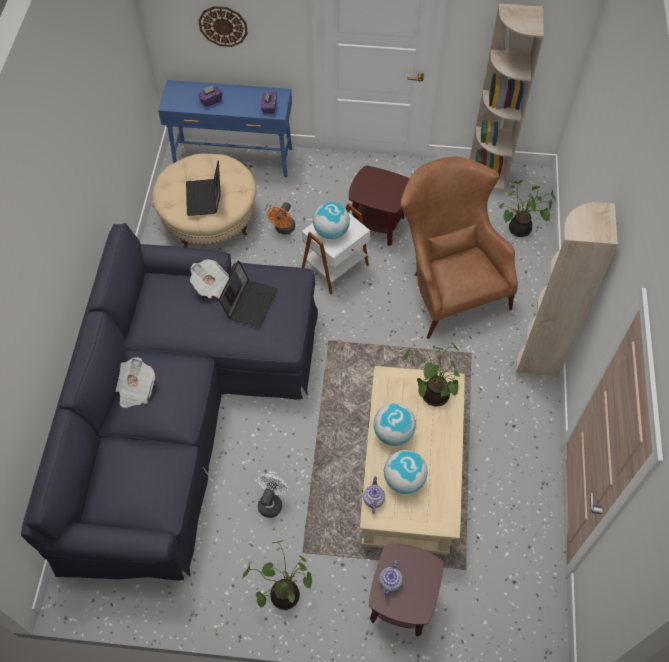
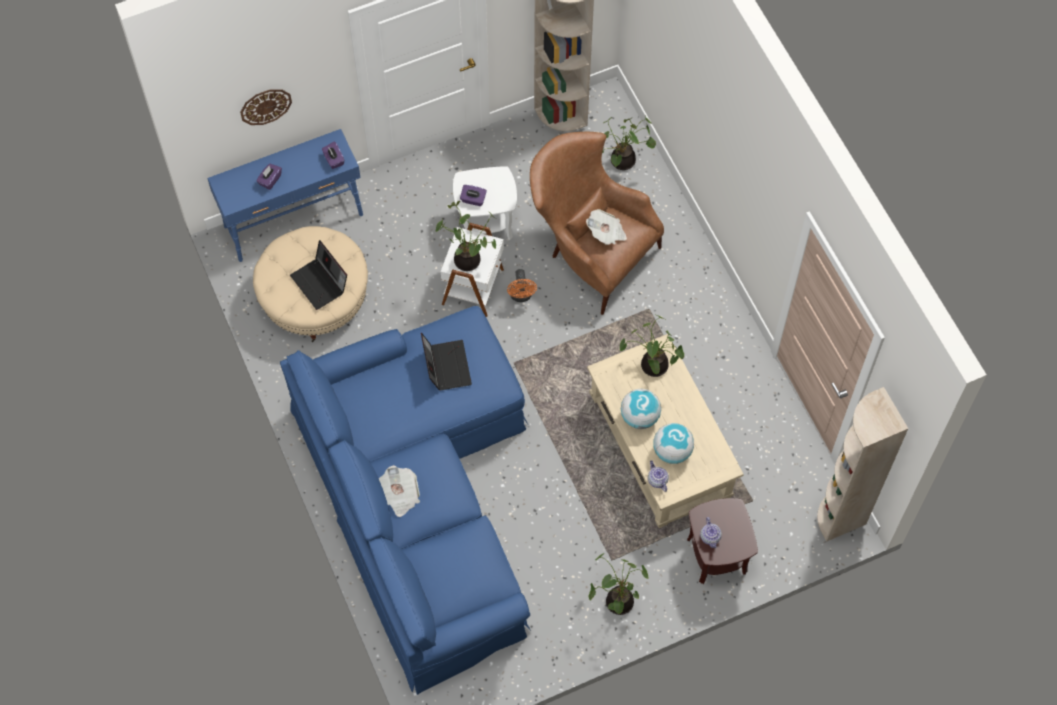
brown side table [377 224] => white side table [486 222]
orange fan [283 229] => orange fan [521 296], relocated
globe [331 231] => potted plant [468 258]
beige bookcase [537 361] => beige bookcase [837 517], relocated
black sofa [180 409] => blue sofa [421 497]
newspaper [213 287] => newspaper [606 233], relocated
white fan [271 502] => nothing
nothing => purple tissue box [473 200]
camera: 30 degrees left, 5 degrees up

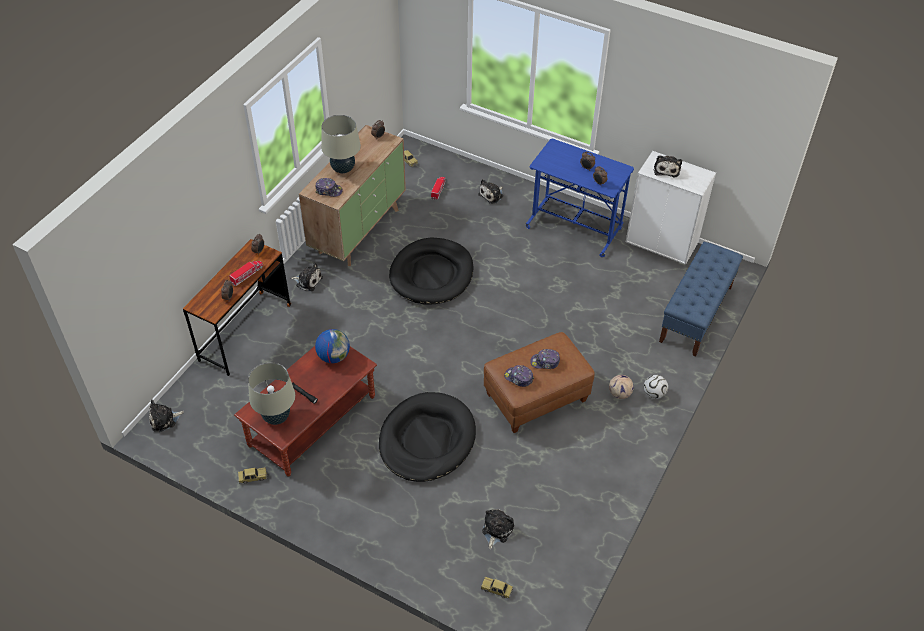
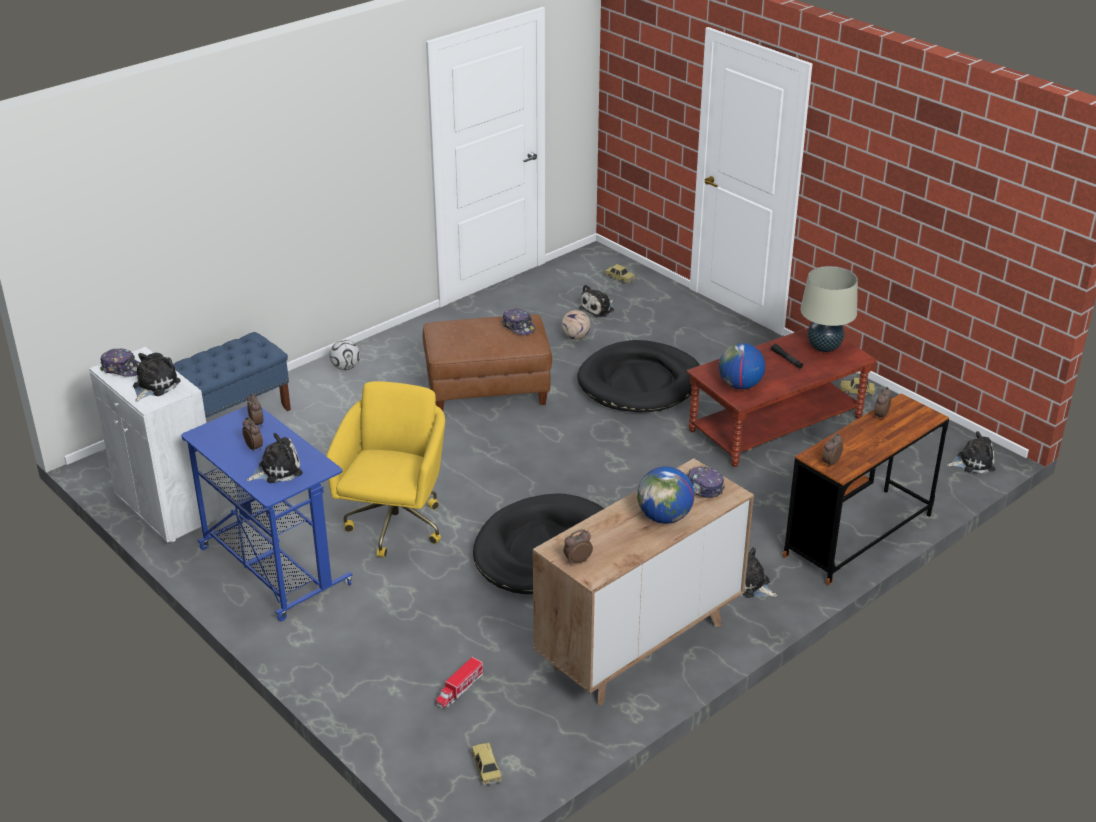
beige table lamp [343 169] => globe [664 517]
plush toy [492 195] => plush toy [277 470], relocated
toy truck [247 275] => nothing
cap [545 362] => cap [122 369], relocated
football [620 394] => football [575 337], relocated
nothing => yellow office chair [395 530]
camera: 160 degrees left, 15 degrees down

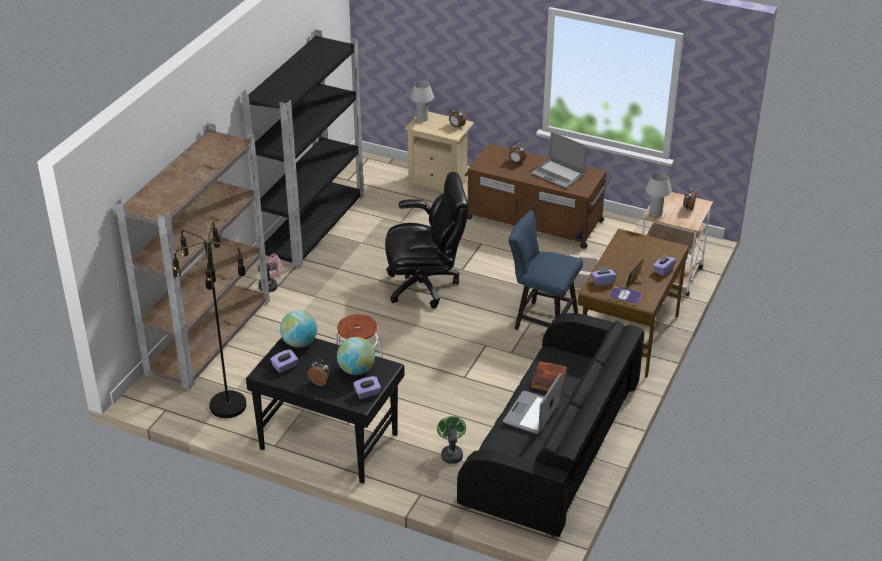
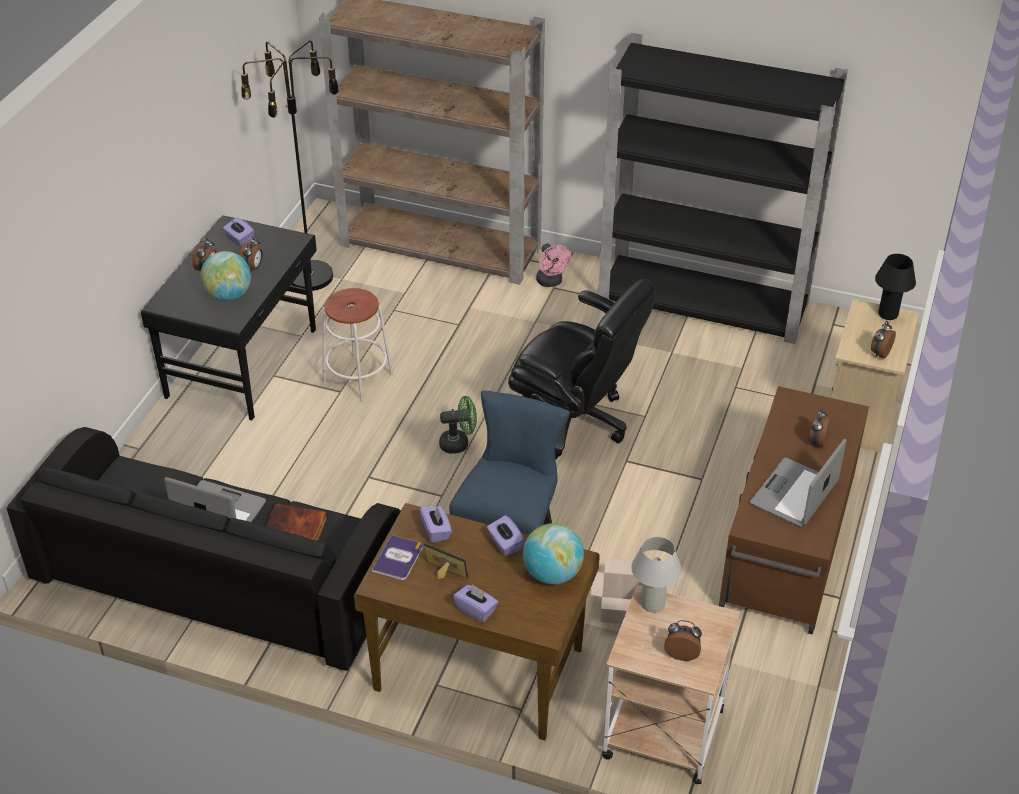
white table lamp [422 119] => black table lamp [888 314]
black office chair [425 286] => black office chair [576 425], 45 degrees counterclockwise
globe [299 343] => globe [552 574], relocated
purple tissue box [367 393] => purple tissue box [505 544], relocated
green fan [451 453] => green fan [459 443], relocated
nothing => alarm clock [253 268]
camera: 85 degrees right, 5 degrees up

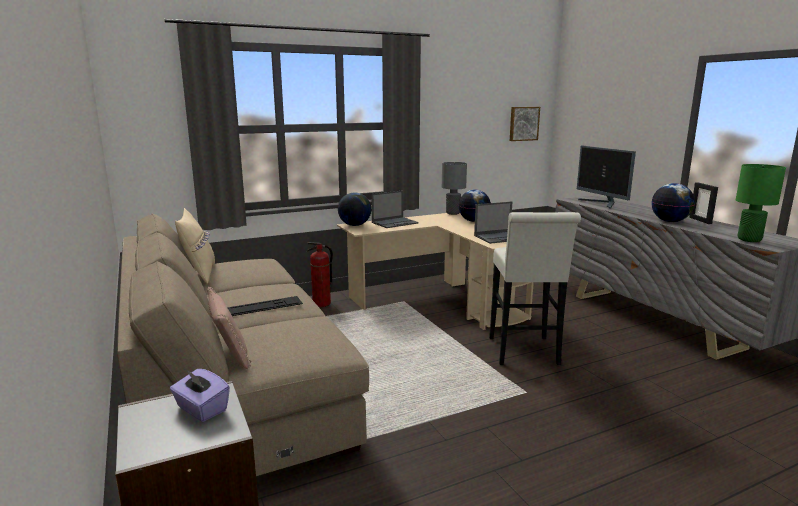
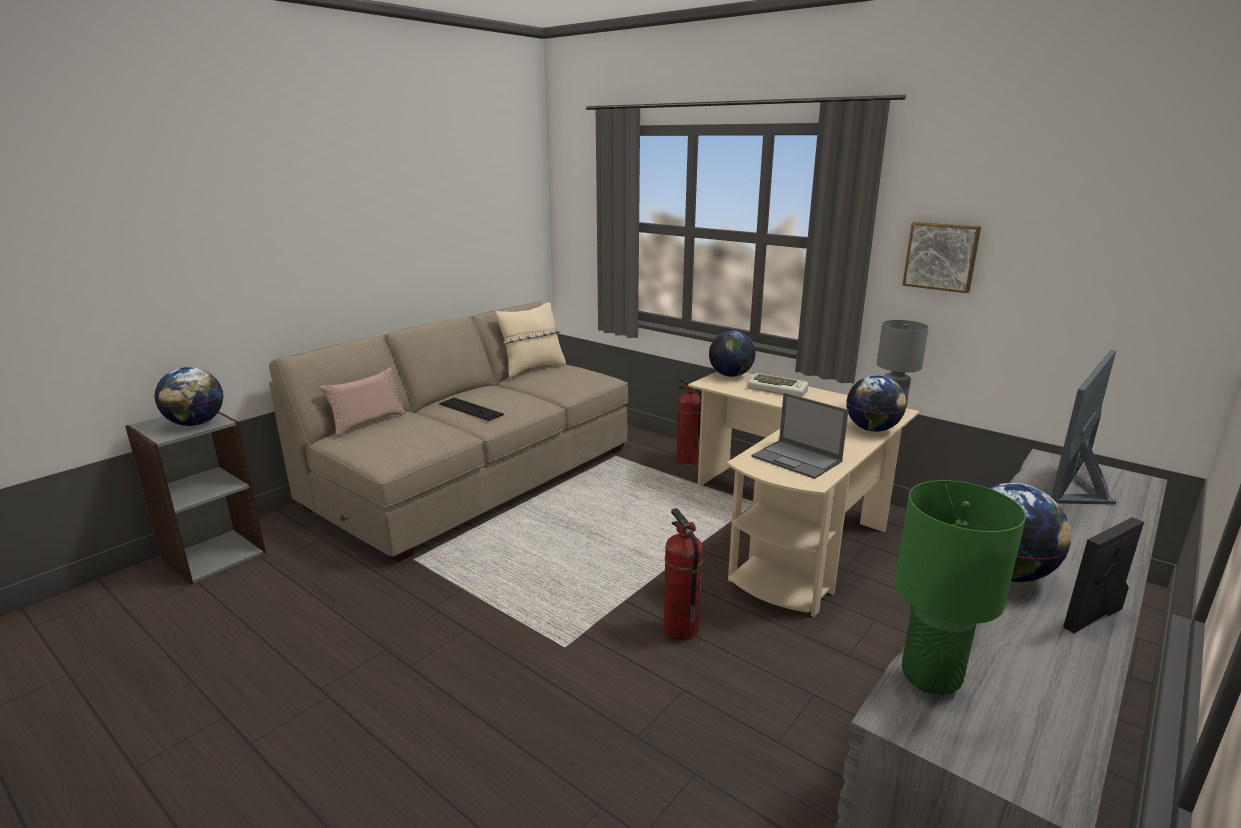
picture [523 123] => picture [941 256], relocated
laptop [395 223] => keyboard [778 390]
white stool [524 353] => fire extinguisher [680 629]
purple tissue box [201 409] => globe [195 423]
camera: 65 degrees right, 5 degrees up

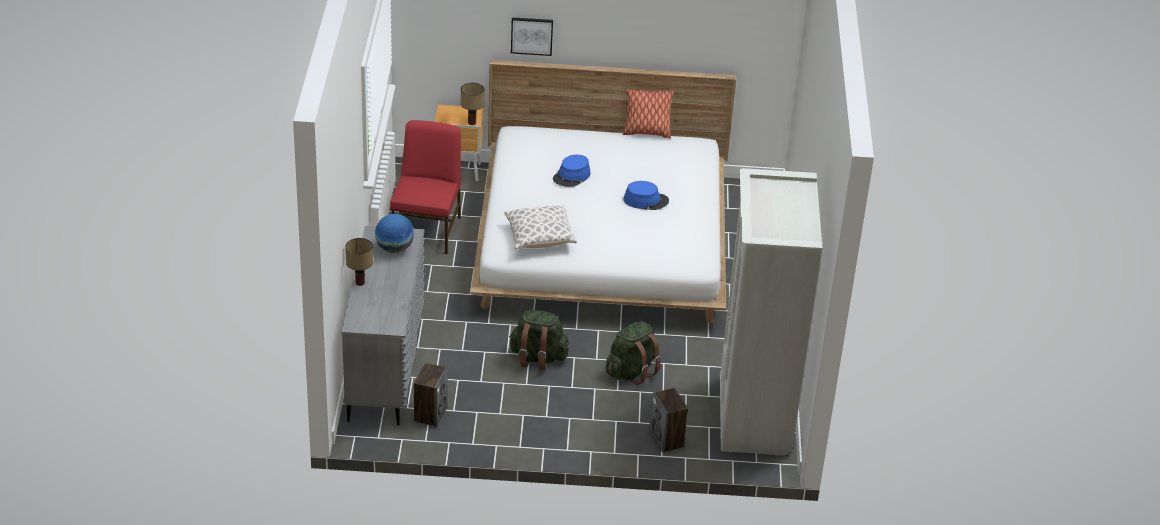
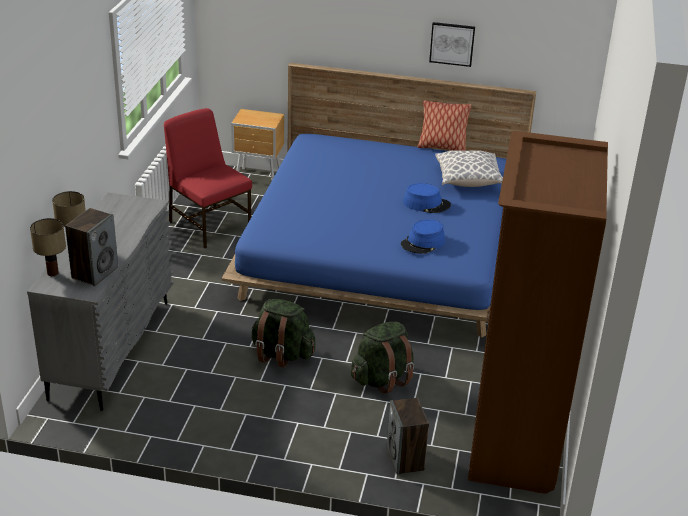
picture [531 35] => picture [452 43], relocated
white bed [601 245] => blue bed [381 252]
table lamp [471 122] => table lamp [52 273], relocated
red chair [427 230] => red chair [209 224], 60 degrees counterclockwise
blue hat [571 176] => blue hat [423 243], relocated
white wardrobe [754 416] => brown wardrobe [514 442]
pillow [539 238] => pillow [468 180], relocated
globe [394 248] => nothing
speaker [430 414] => speaker [95 272], relocated
camera: 10 degrees right, 5 degrees down

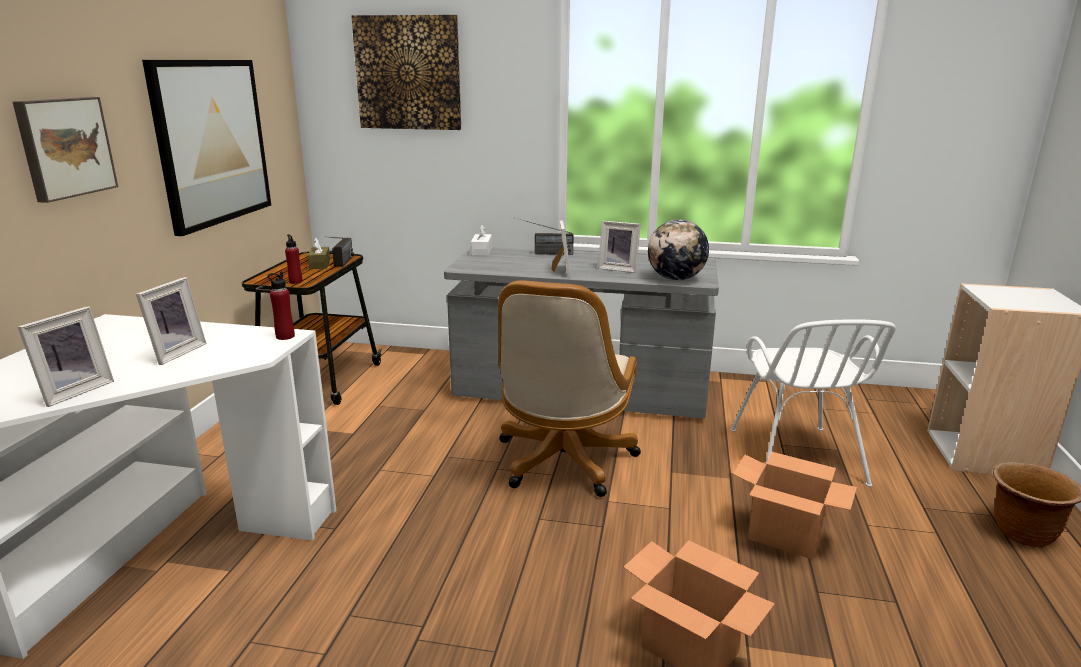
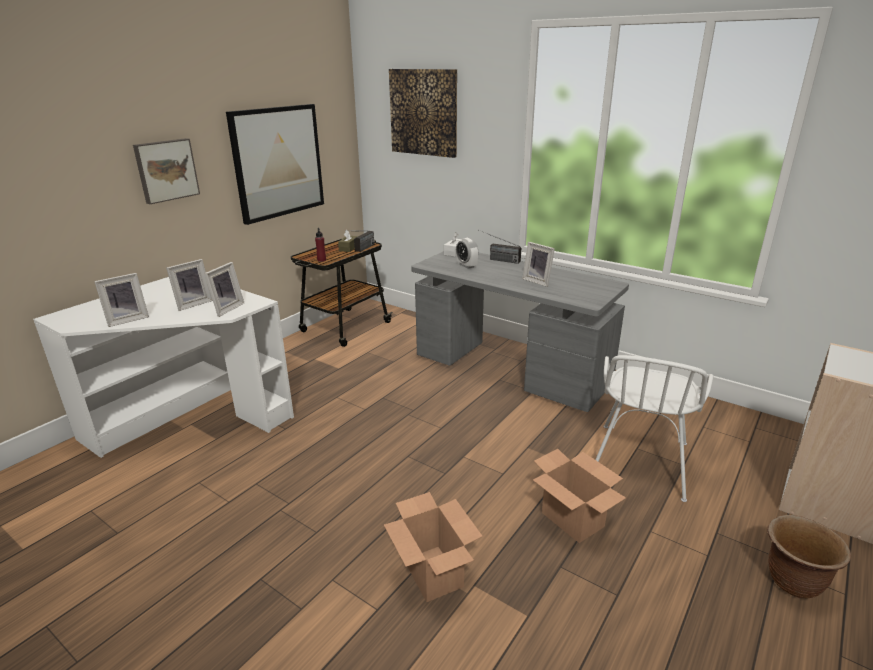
globe [676 279] => nothing
picture frame [560 271] => picture frame [226 308], relocated
red bottle [285 336] => nothing
office chair [563 465] => nothing
nothing => alarm clock [466 266]
camera: 25 degrees right, 5 degrees up

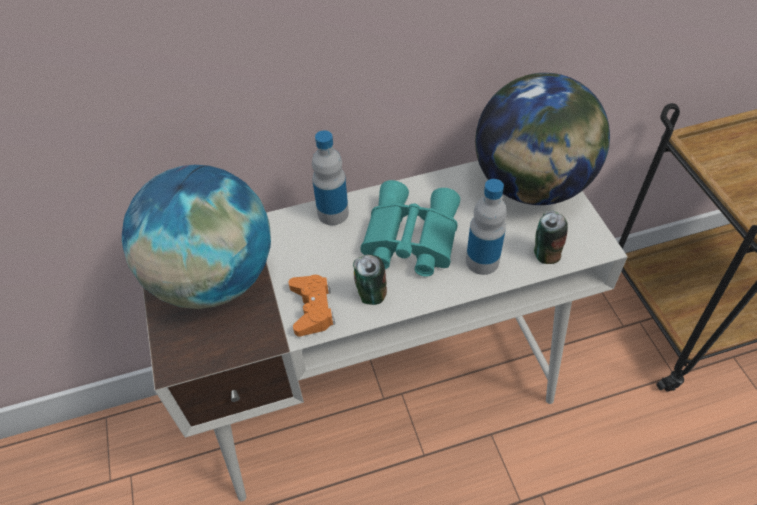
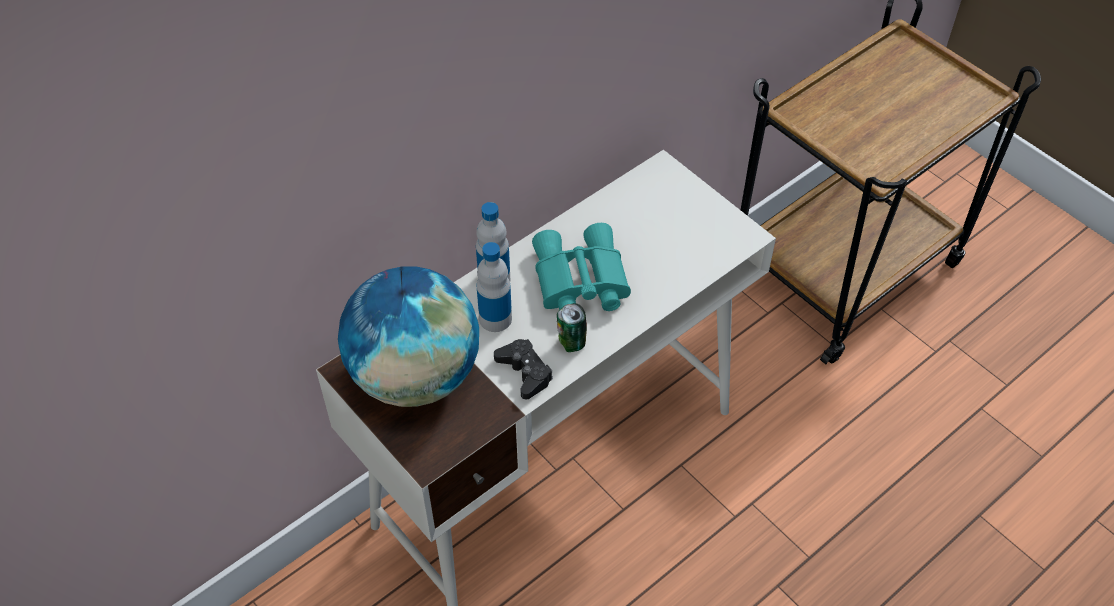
globe [531 185] => nothing
bottle [482 261] => bottle [495 319], relocated
can [545 253] => nothing
orange game controller [312 308] => black game controller [525 372]
camera: 25 degrees left, 0 degrees up

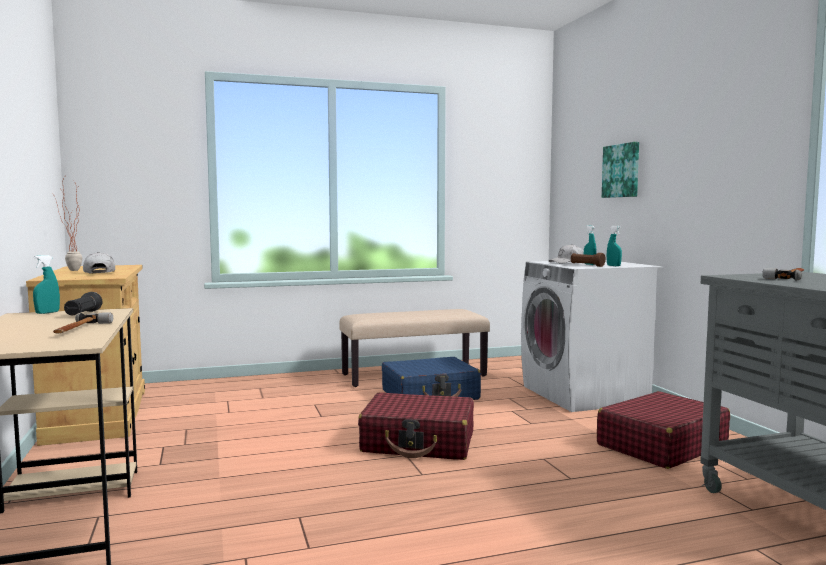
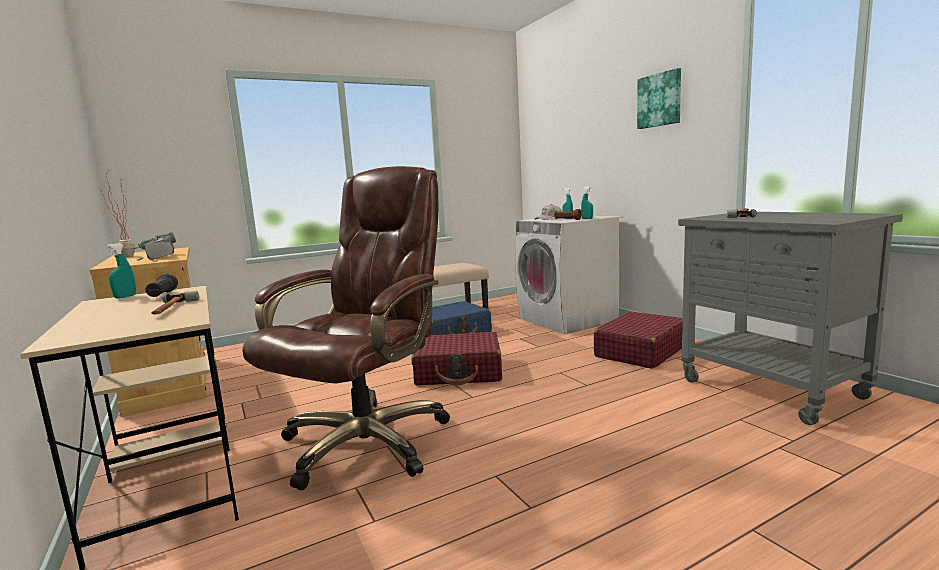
picture [622 171] => picture [660 100], relocated
white cap [99 273] => power drill [156 257]
nothing => brown office chair [366 442]
camera: 10 degrees left, 5 degrees up

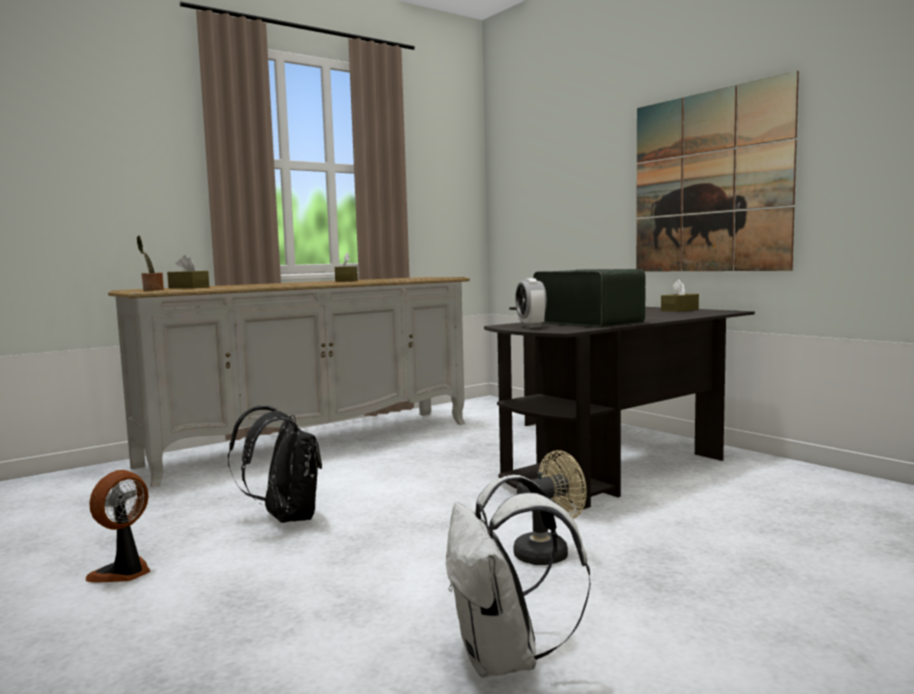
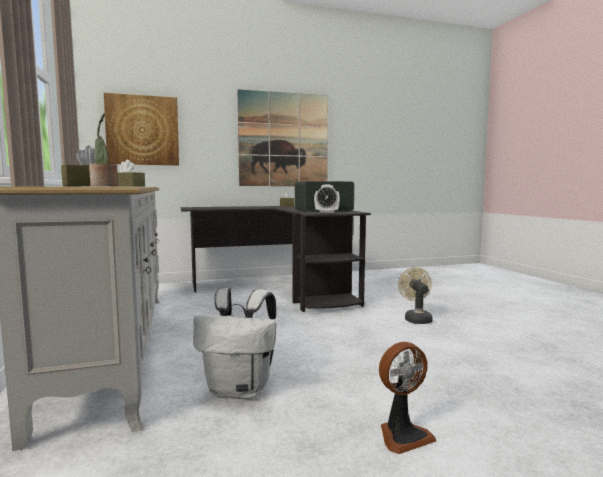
black backpack [285 518] => nothing
fan [124 573] => fan [402 435], 75 degrees counterclockwise
white backpack [504 659] => white backpack [240 390], relocated
nothing => picture [142 130]
camera: 70 degrees left, 0 degrees up

